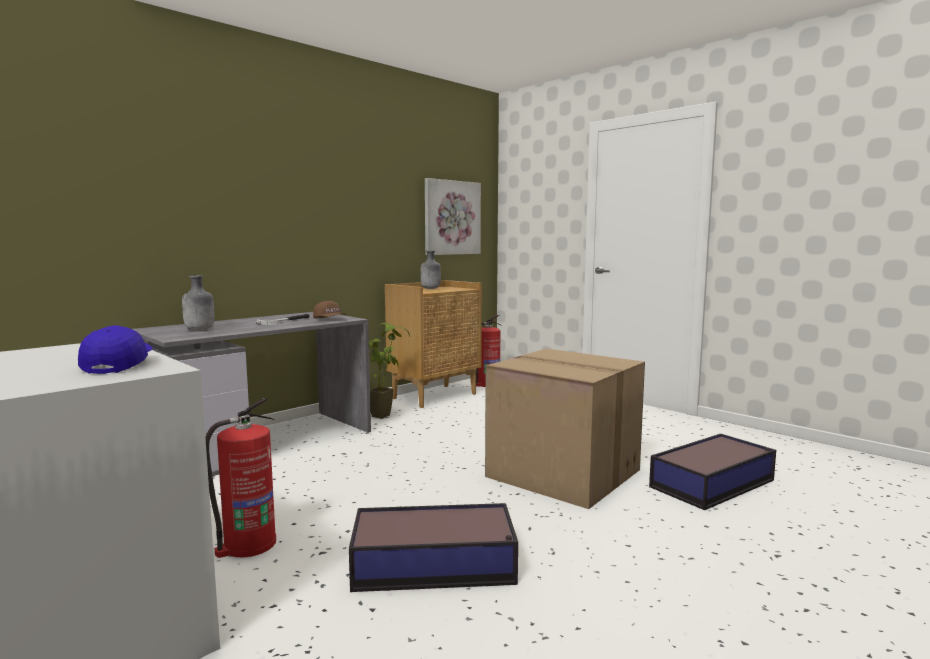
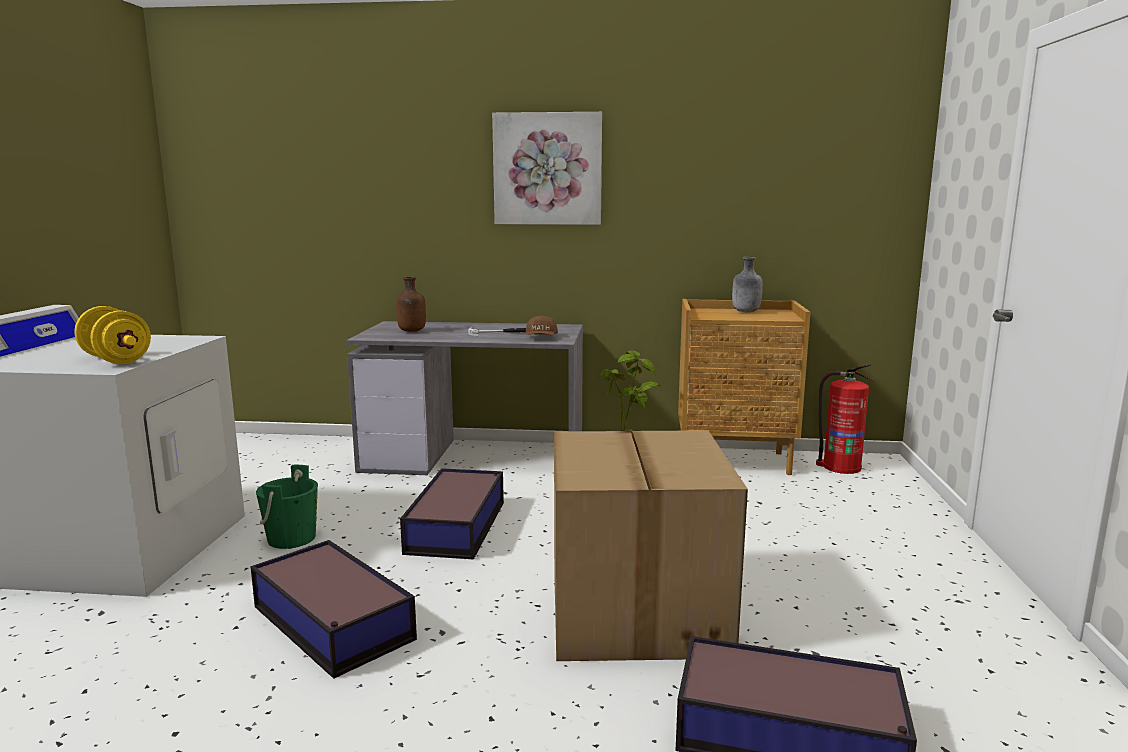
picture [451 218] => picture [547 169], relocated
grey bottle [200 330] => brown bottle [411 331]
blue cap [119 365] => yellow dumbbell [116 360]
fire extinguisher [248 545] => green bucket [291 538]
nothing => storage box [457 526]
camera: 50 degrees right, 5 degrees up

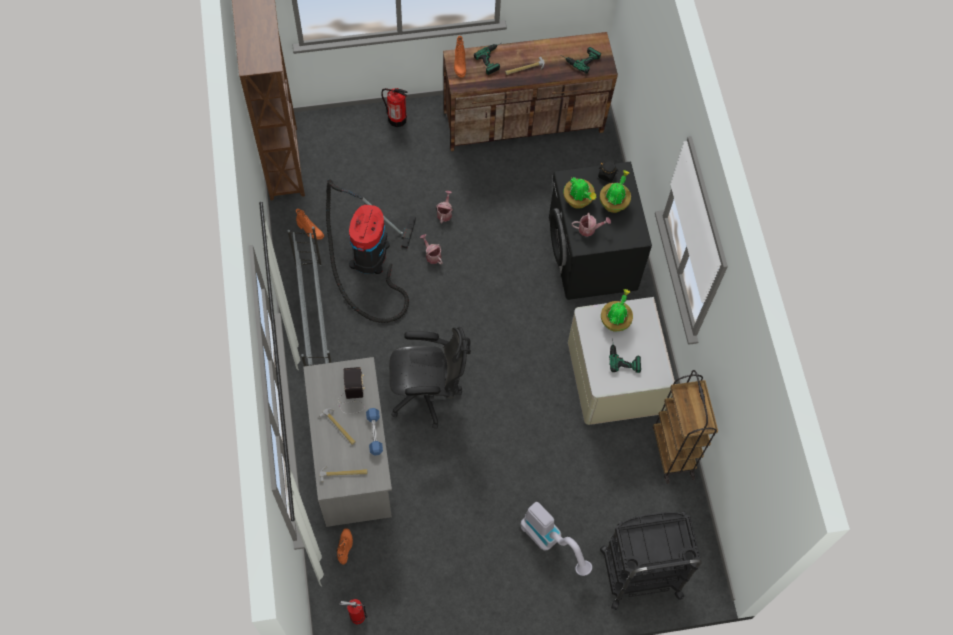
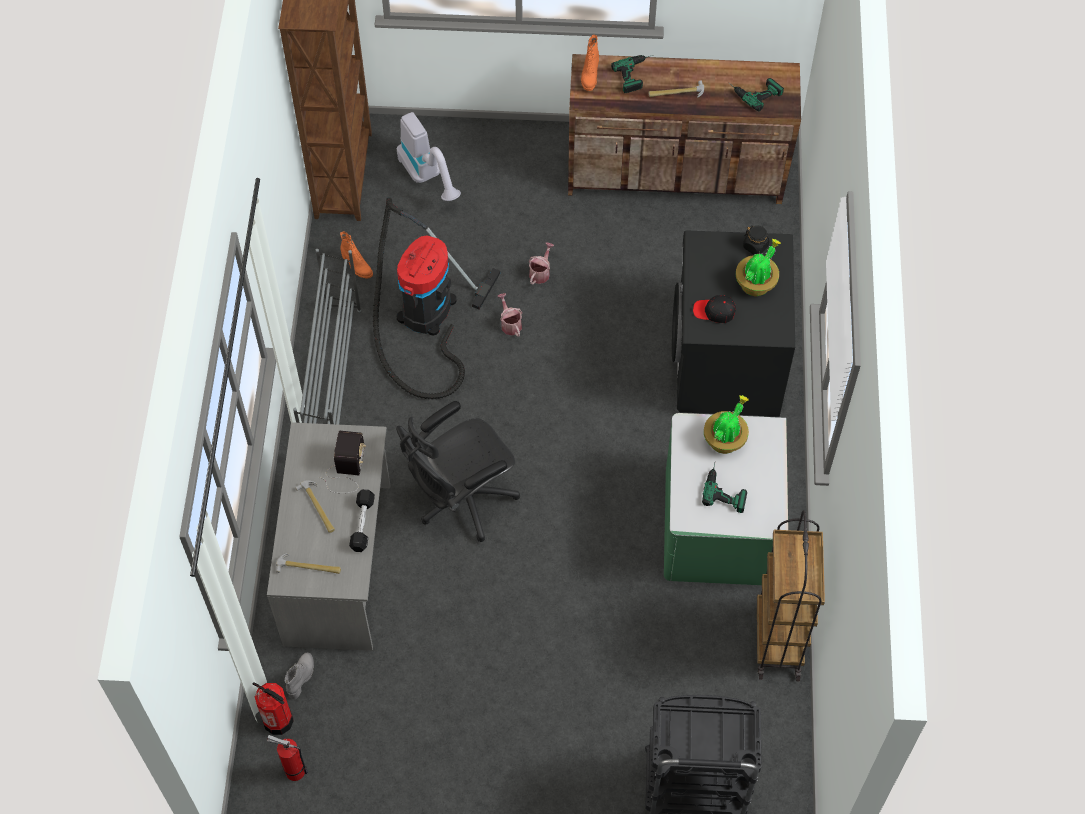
fire extinguisher [397 119] => fire extinguisher [278 720], relocated
potted plant [578 200] => nothing
watering can [589 229] => black cap [714 311]
beige nightstand [614 377] => green nightstand [720 525]
office chair [428 393] => office chair [461 500], 135 degrees clockwise
blue dumbbell [374 433] => black dumbbell [362 524]
vacuum cleaner [551 542] => vacuum cleaner [428 177], relocated
orange boot [345 547] => grey boot [301 677]
camera: 15 degrees right, 5 degrees down

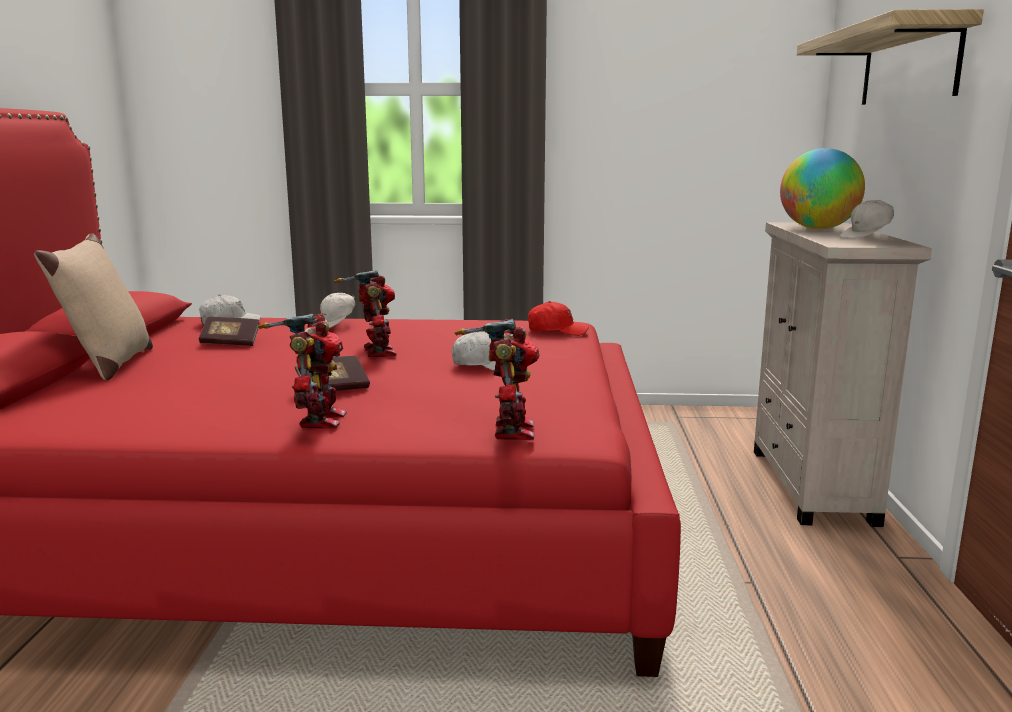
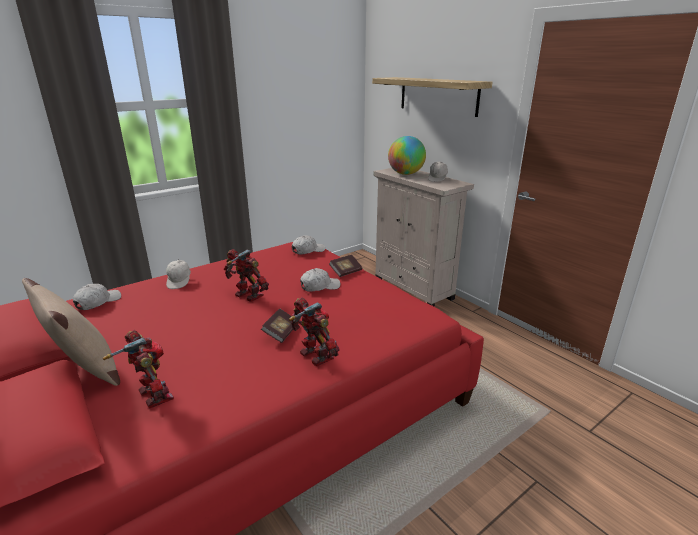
red cap [557 331] => white cap [308 250]
book [230 343] => book [346 272], relocated
toy robot [509 430] => toy robot [152 396], relocated
camera: 40 degrees left, 10 degrees up

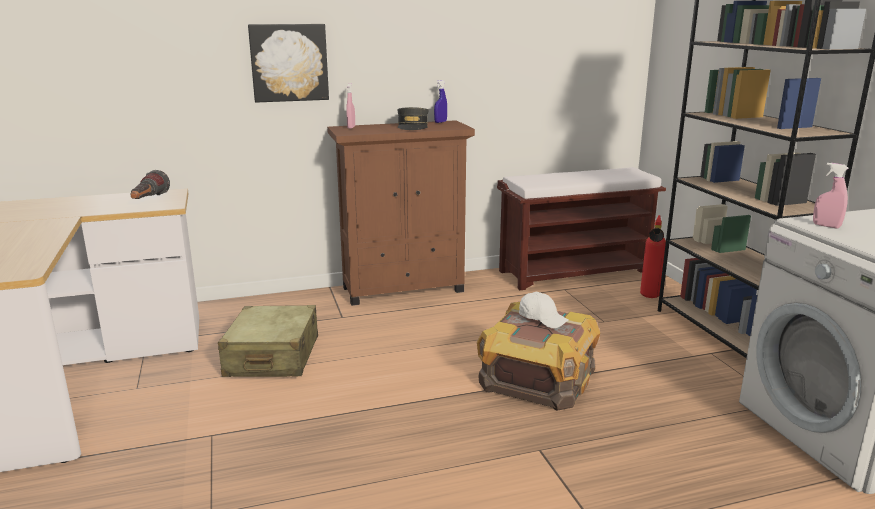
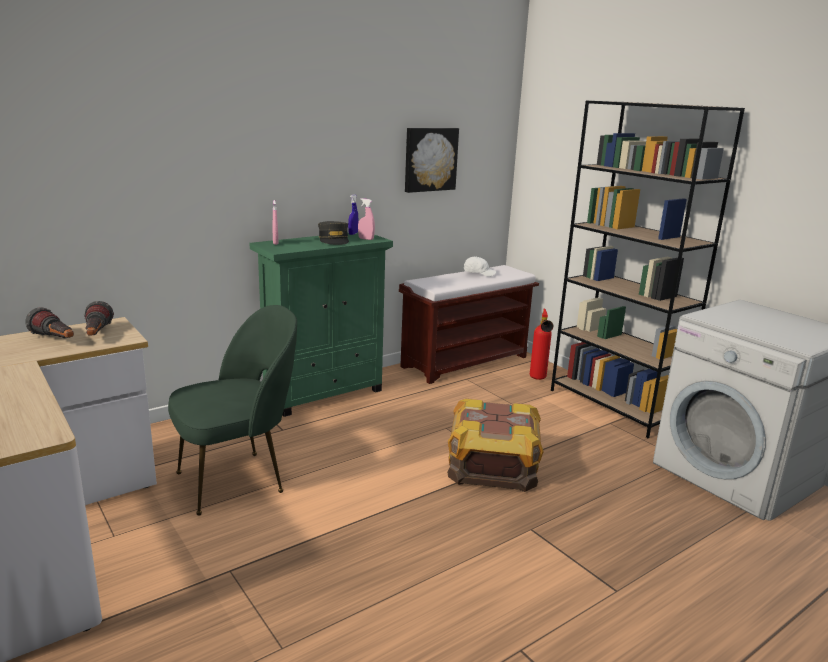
picture [289 62] => picture [430 159], relocated
brown cabinet [404 289] => green cabinet [324 394]
pink spray bottle [826 226] => pink spray bottle [366 239], relocated
white cap [542 318] => white cap [479 273], relocated
beige suitcase [272 357] => green chair [239 480]
nothing => flashlight [55 340]
camera: 20 degrees left, 0 degrees up

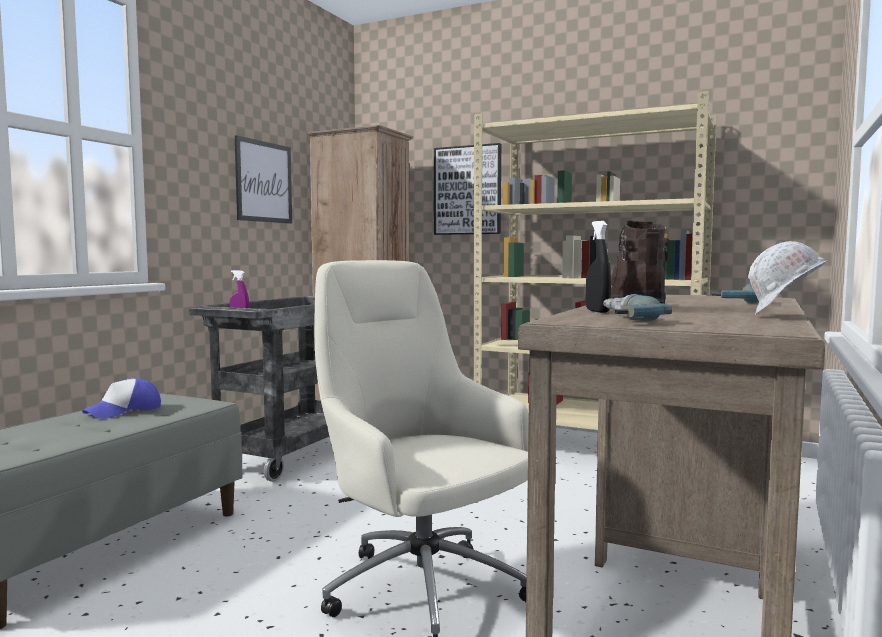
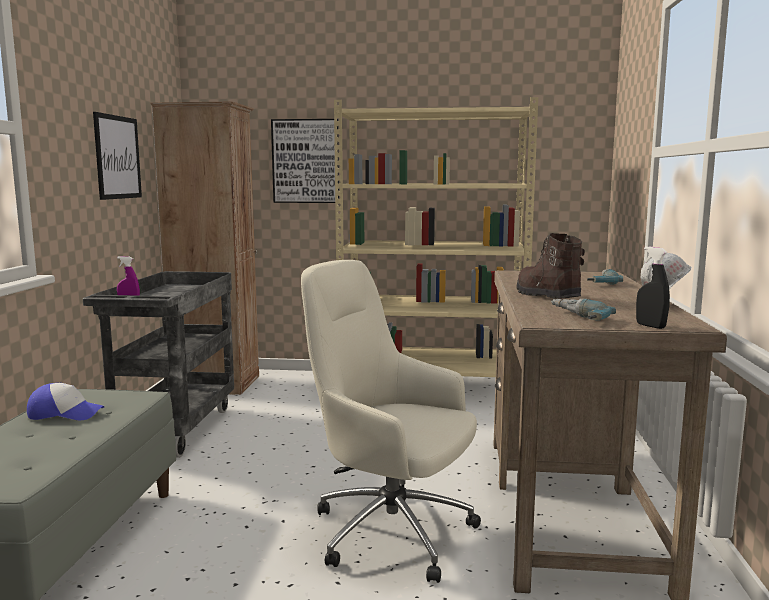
black spray bottle [597 311] => black spray bottle [650 326], relocated
cap [124 411] => cap [65 414], 105 degrees counterclockwise
camera: 20 degrees left, 5 degrees up

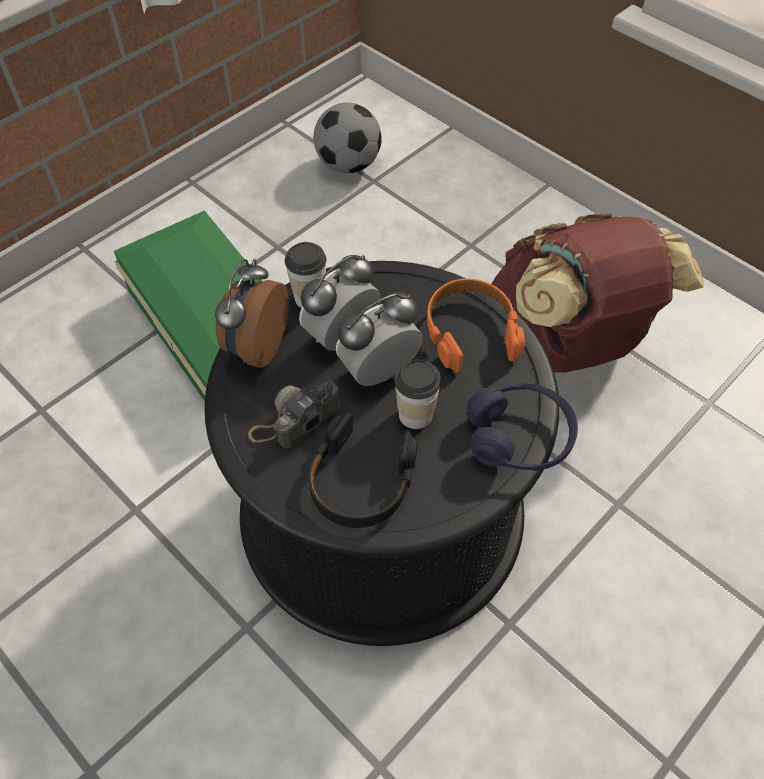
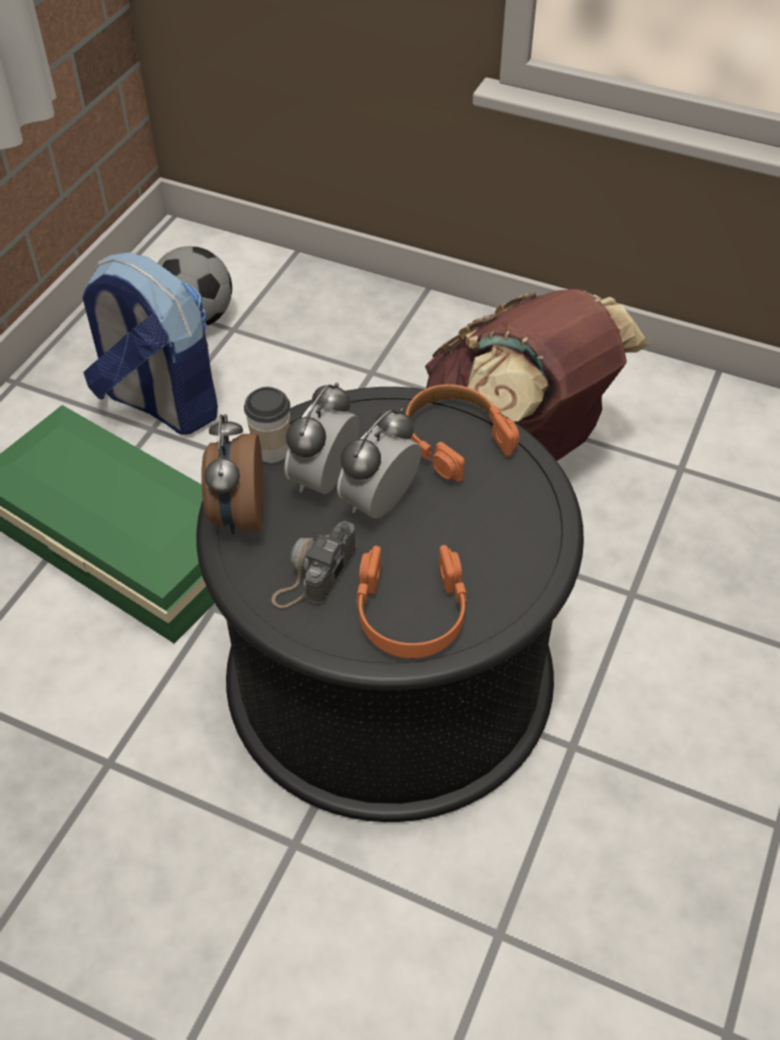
cup [415 415] => nothing
purple headphones [519 437] => nothing
black headphones [360 481] => orange headphones [411 612]
nothing => backpack [160 403]
camera: 20 degrees left, 5 degrees down

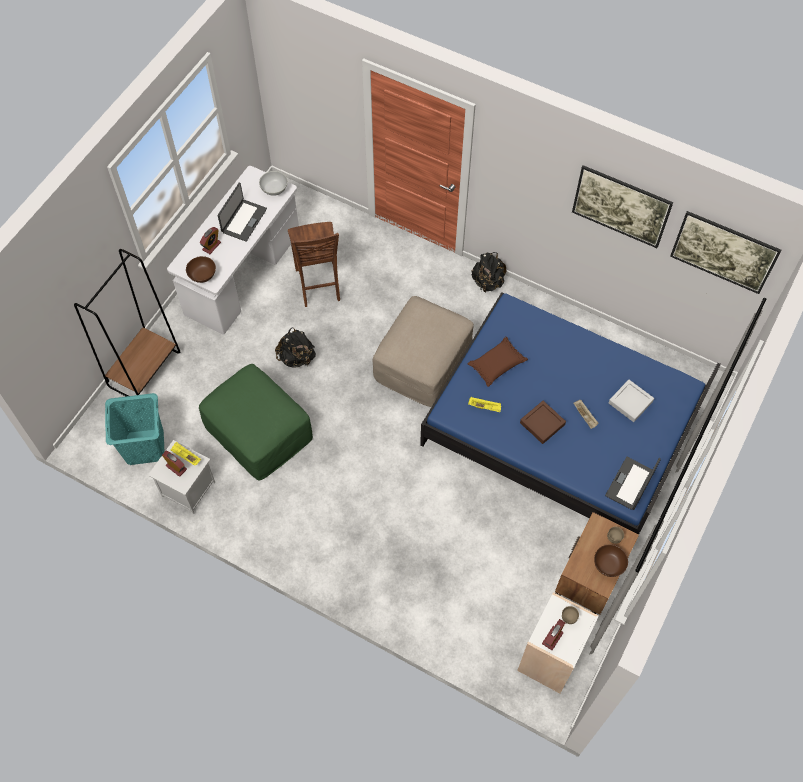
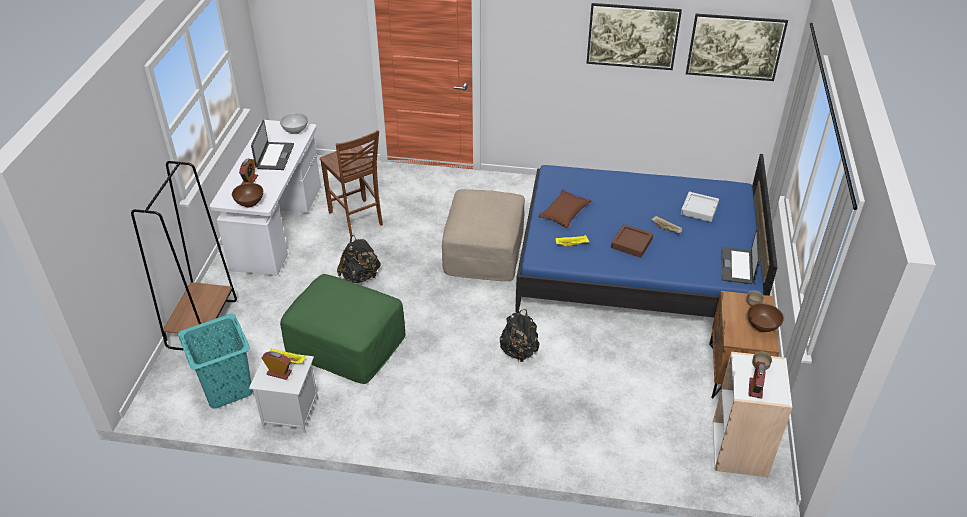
black backpack [488 282] => black backpack [519 351], relocated
camera: 20 degrees left, 20 degrees down

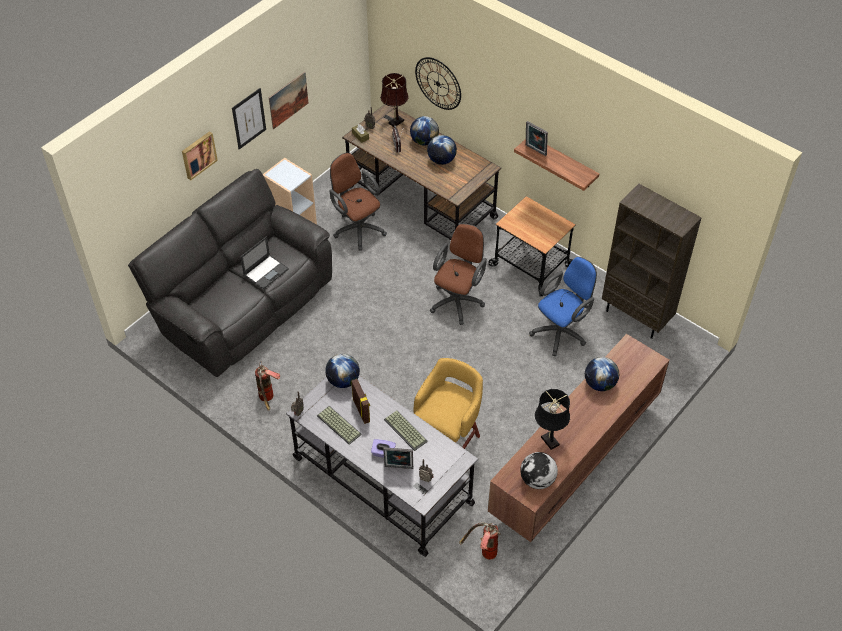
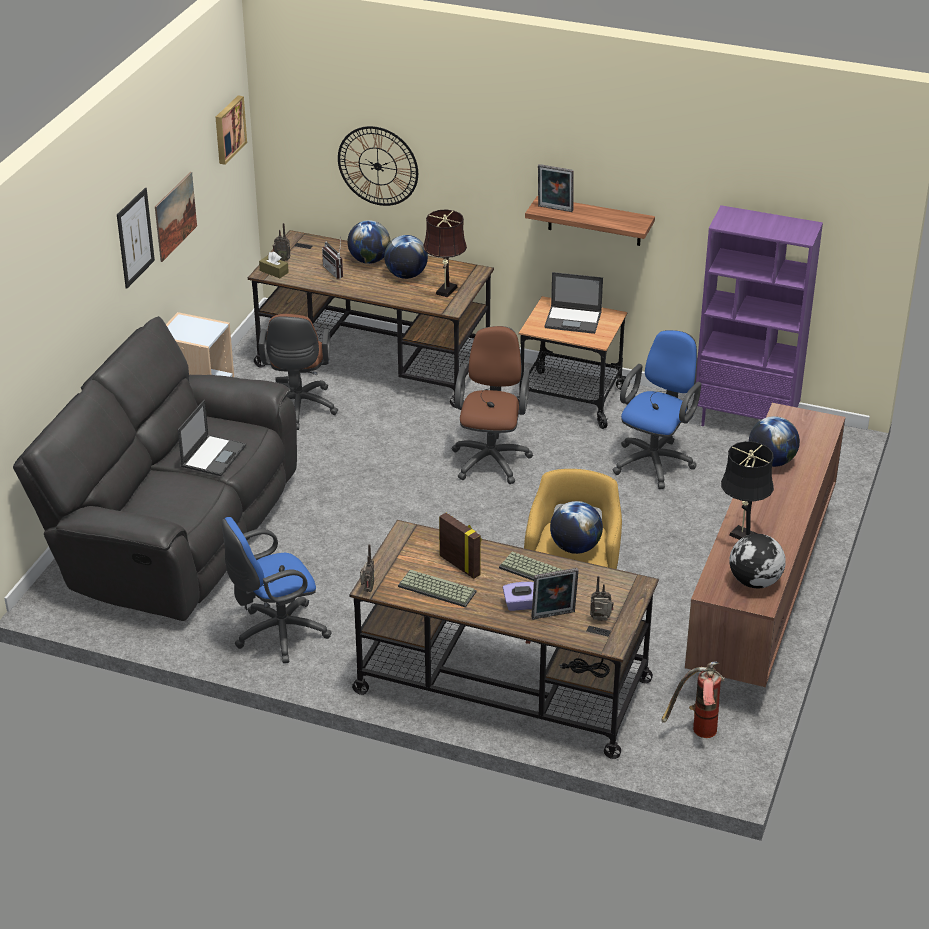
brown table lamp [395 122] => brown table lamp [445 291], relocated
picture [198 155] => picture [228 129], relocated
brown office chair [357 228] => brown office chair [298 409], 120 degrees counterclockwise
brown bookcase [636 316] => purple bookcase [745 422]
globe [343 380] => globe [575 547], relocated
fire extinguisher [268 400] => blue office chair [276 634]
grey desk [382 481] => brown desk [503 687]
nothing => laptop [573 320]
camera: 20 degrees left, 15 degrees down

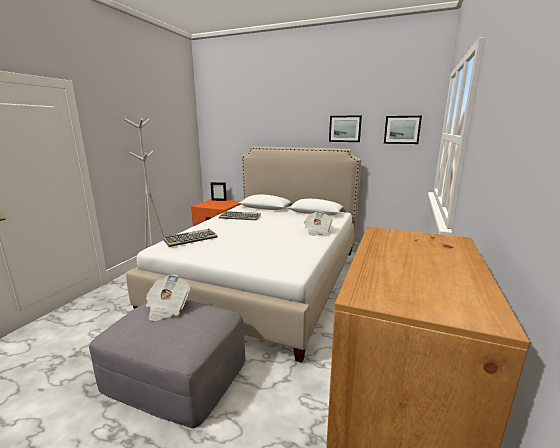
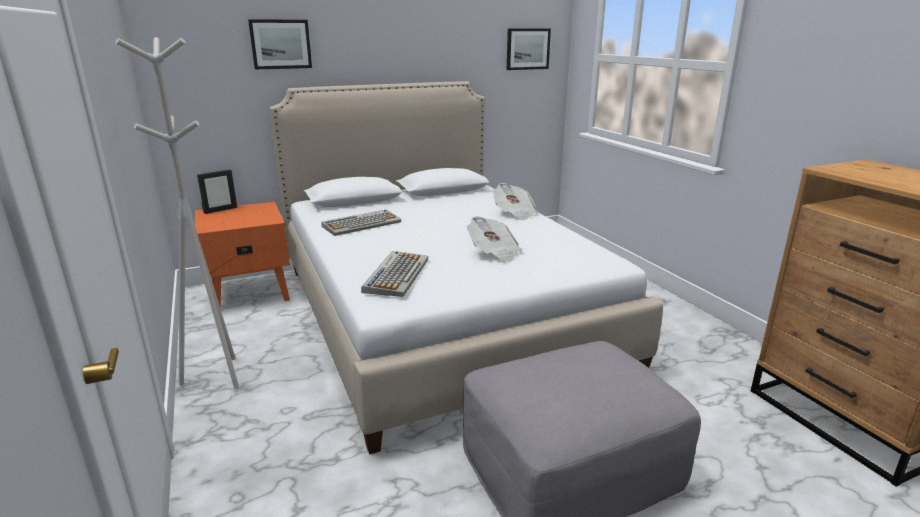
picture [345 128] => picture [280 44], relocated
newspaper [167 308] => newspaper [494 253], relocated
camera: 45 degrees left, 5 degrees up

